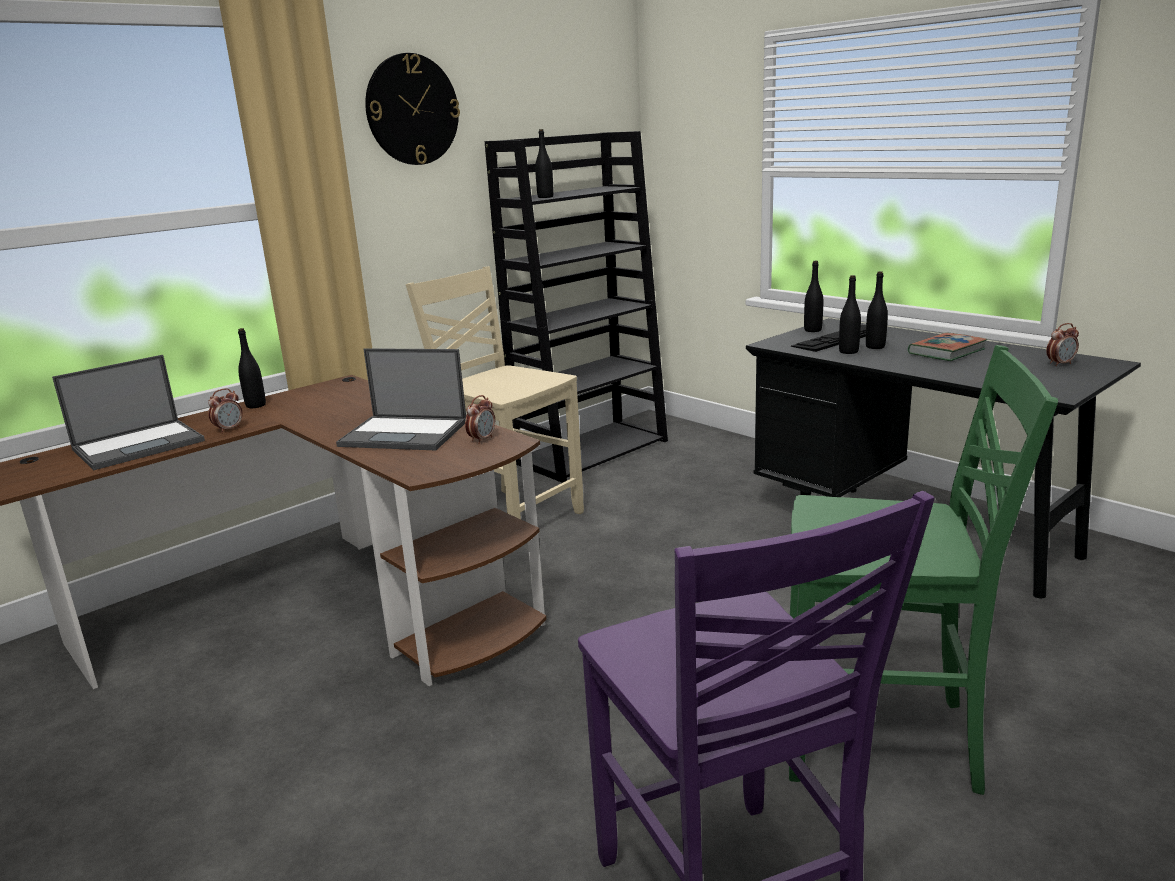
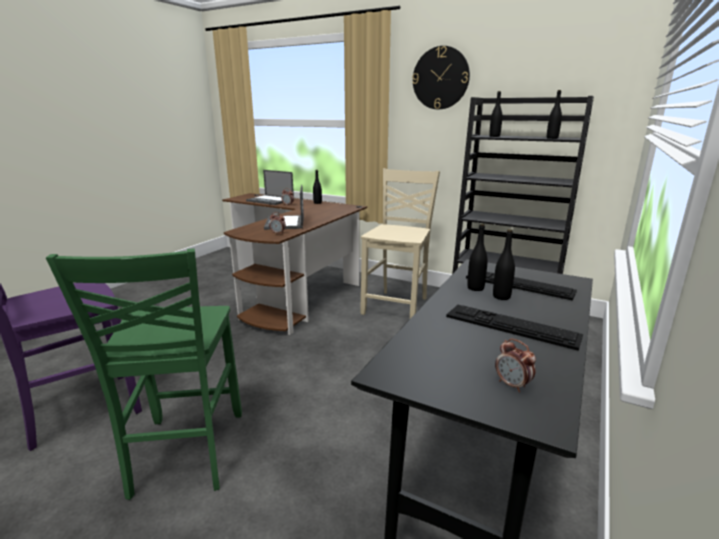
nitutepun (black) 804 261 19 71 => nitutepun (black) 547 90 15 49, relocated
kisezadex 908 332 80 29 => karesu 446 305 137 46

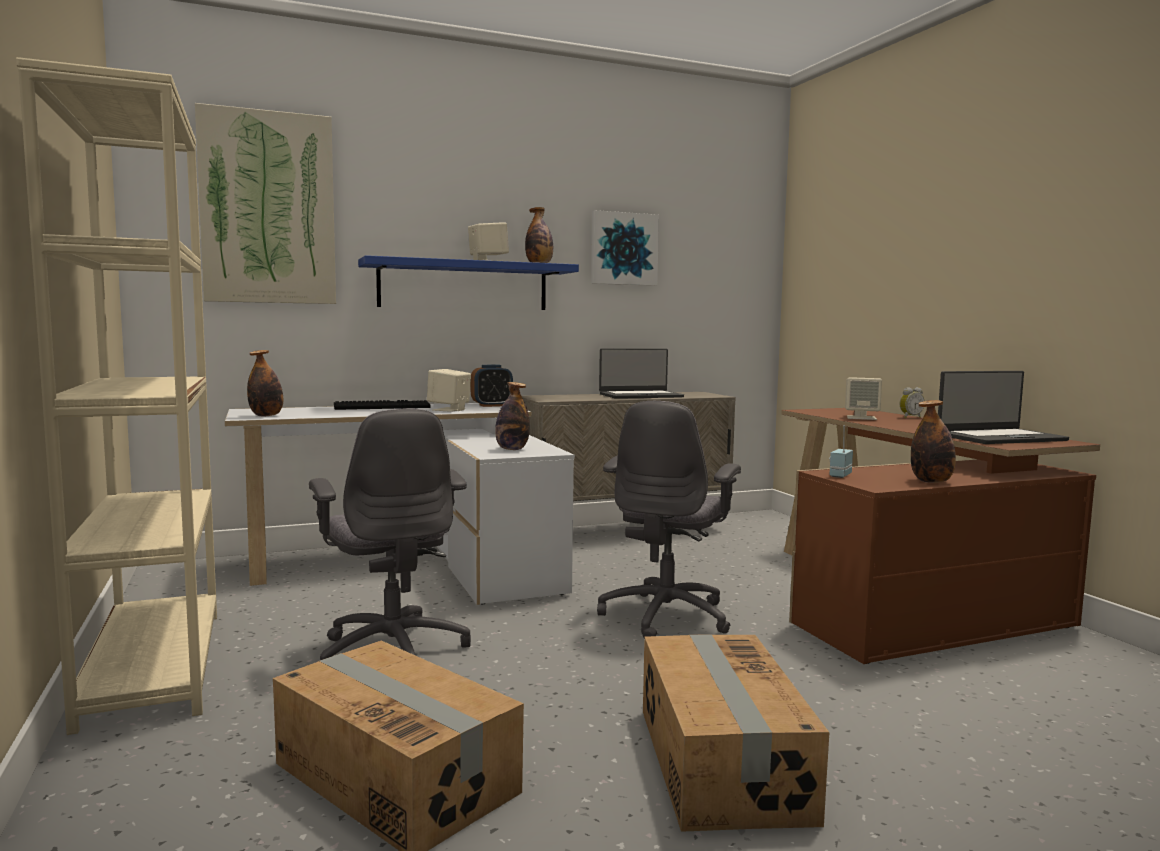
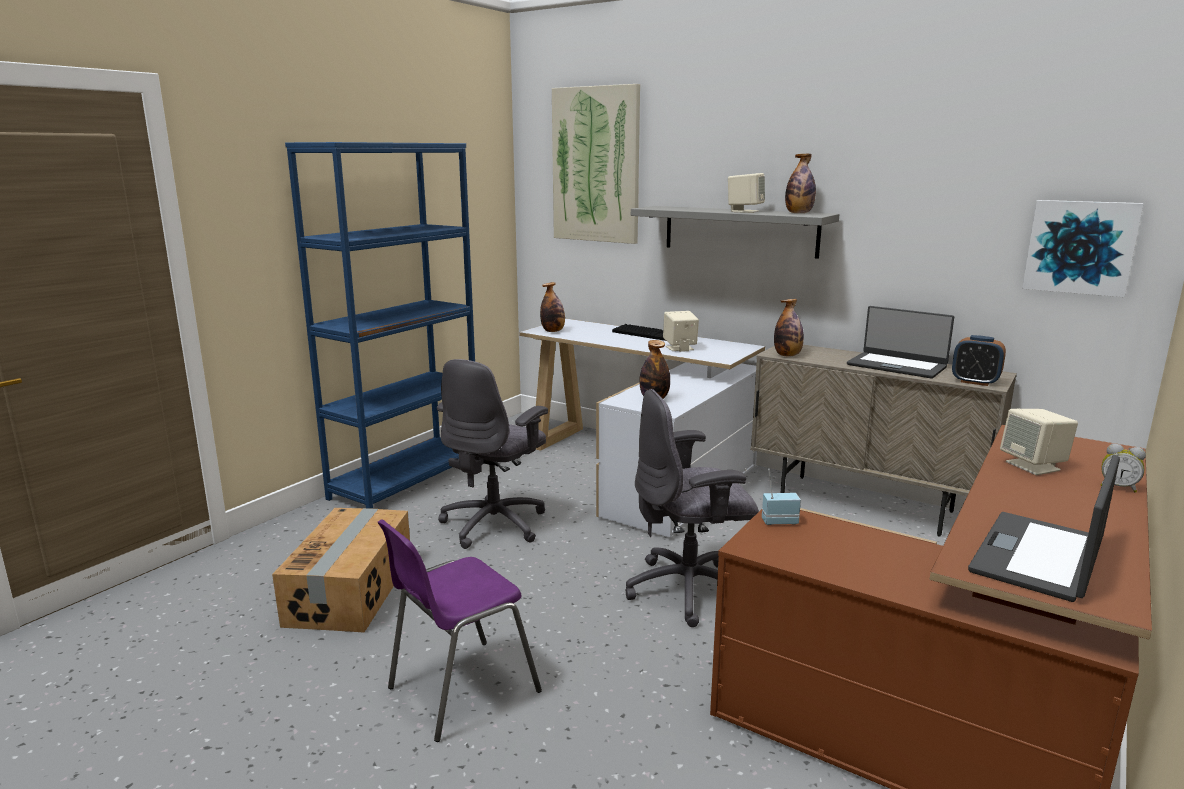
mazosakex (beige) 16 57 201 678 => mazosakex (blue) 285 142 190 367
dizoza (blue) 358 255 221 55 => dizoza (grey) 631 206 209 53
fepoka 471 365 42 42 => fepoka 952 335 54 51, relocated
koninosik 591 210 68 76 => koninosik 1022 200 122 97, relocated
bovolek 643 634 186 198 => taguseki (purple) 378 520 164 222
nitutepun 911 400 45 83 => nitutepun 774 299 30 57, relocated
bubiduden 938 371 131 73 => bubiduden 968 455 152 147, 90 degrees clockwise

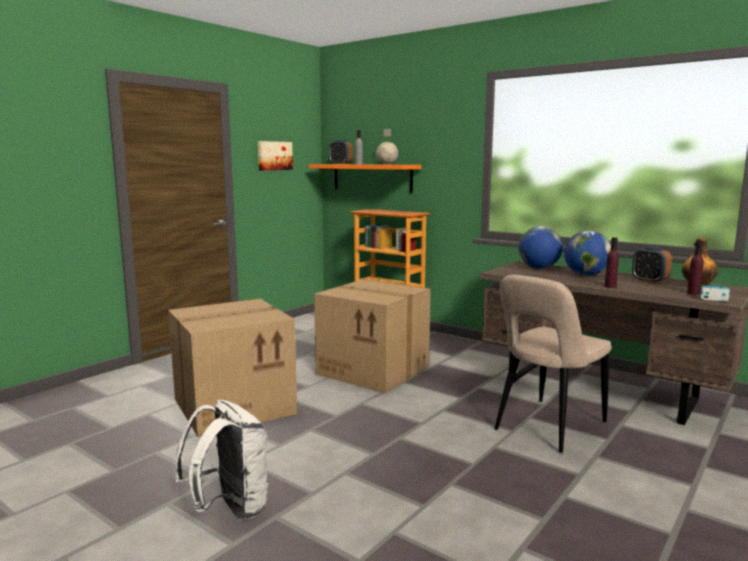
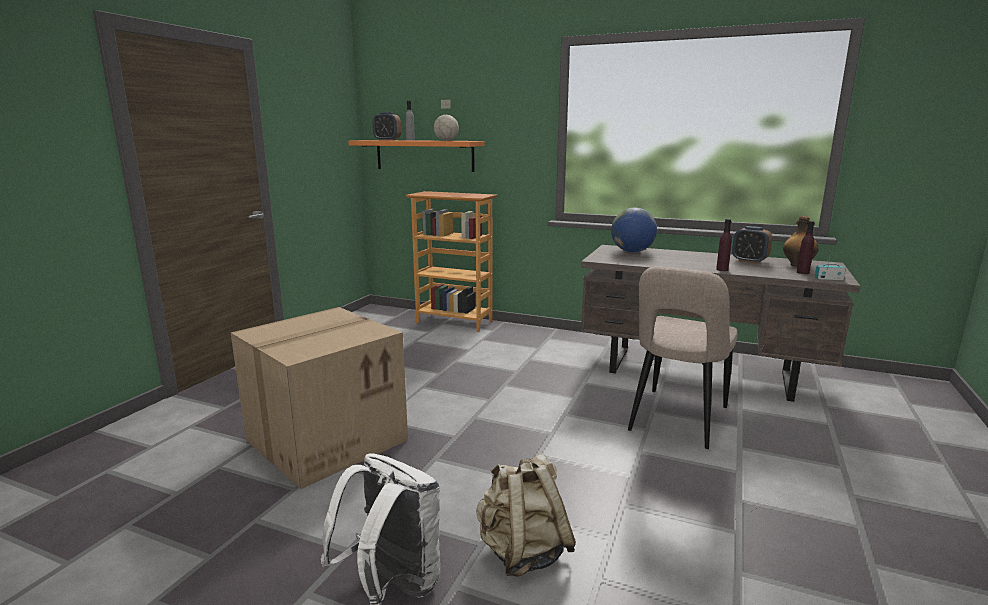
koninosik 258 141 35 29 => nothing
bovolek 314 279 117 114 => nothing
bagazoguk 564 230 47 46 => nothing
nothing => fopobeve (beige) 476 454 100 123

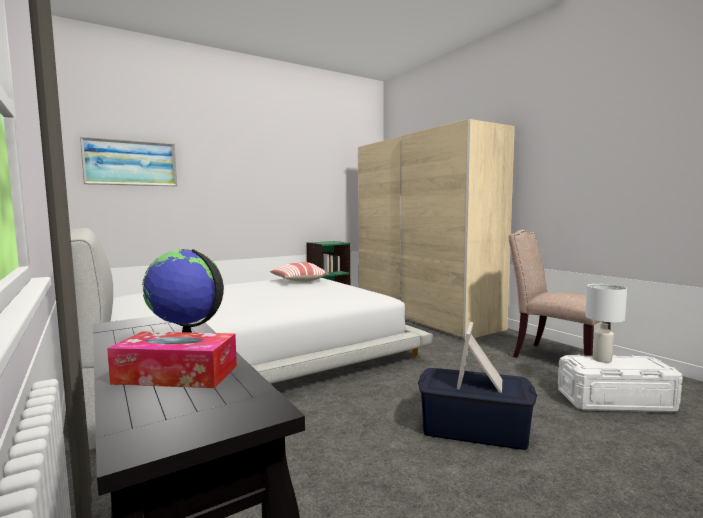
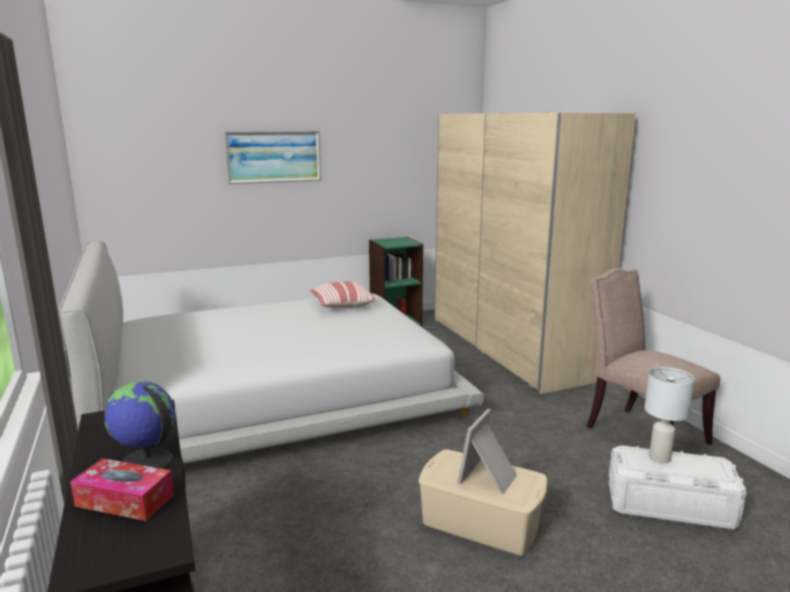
koninosik 80 136 97 50 => koninosik 224 131 97 53, relocated
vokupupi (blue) 418 368 119 82 => vokupupi (beige) 419 449 128 107

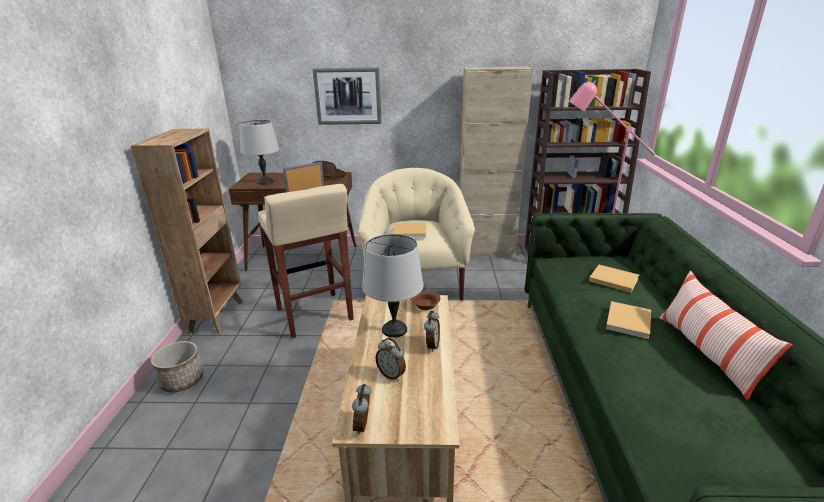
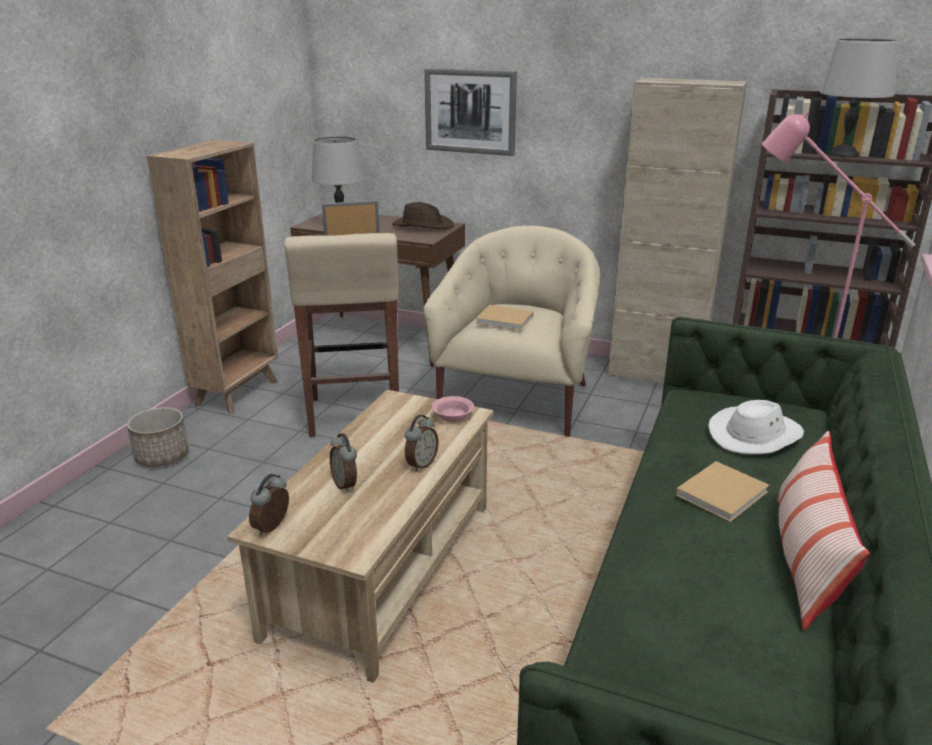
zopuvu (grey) 362 234 62 103 => zopuvu (grey) 820 38 79 119, relocated
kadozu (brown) 411 291 30 19 => kadozu (pink) 432 396 42 27
kisezadex (beige) 589 265 50 28 => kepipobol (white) 708 400 96 54

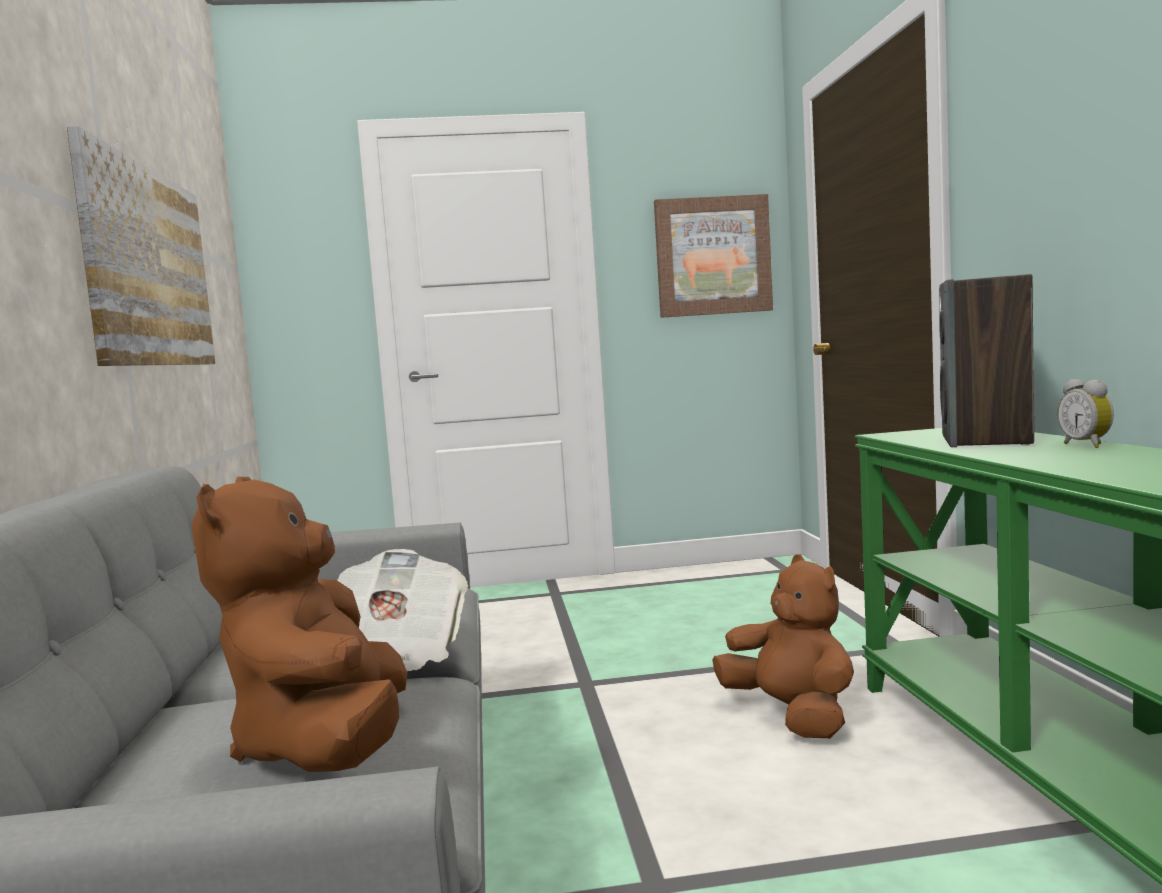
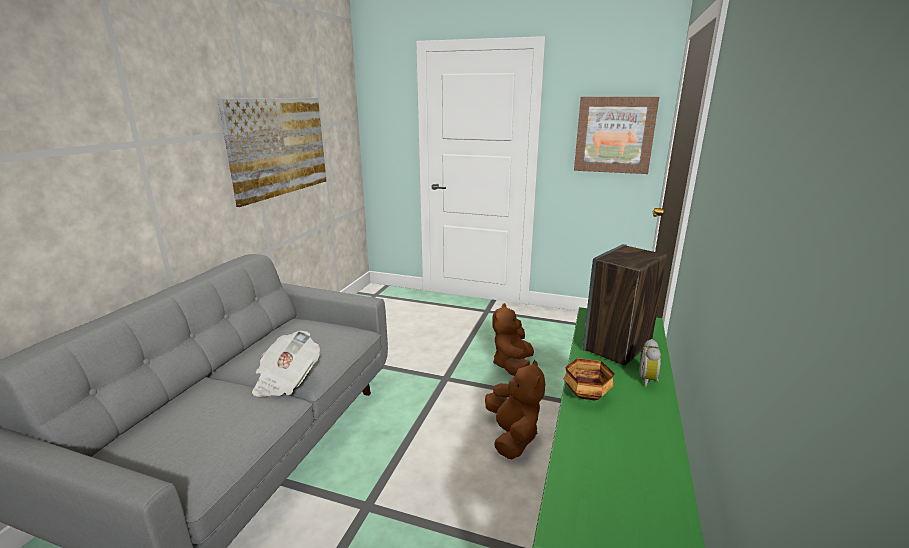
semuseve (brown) 191 477 217 295 => semuseve (brown) 493 303 41 73, relocated
nothing => kadozu 563 358 52 42

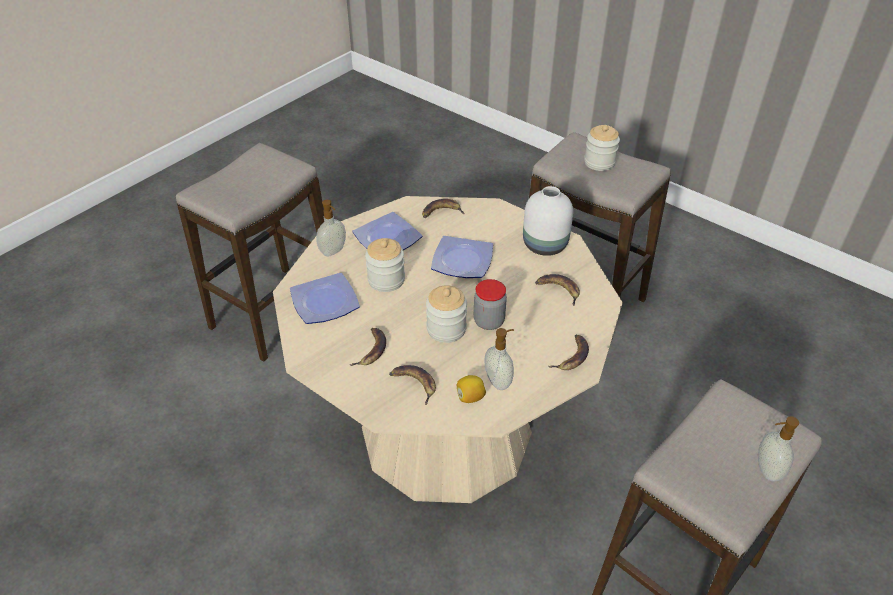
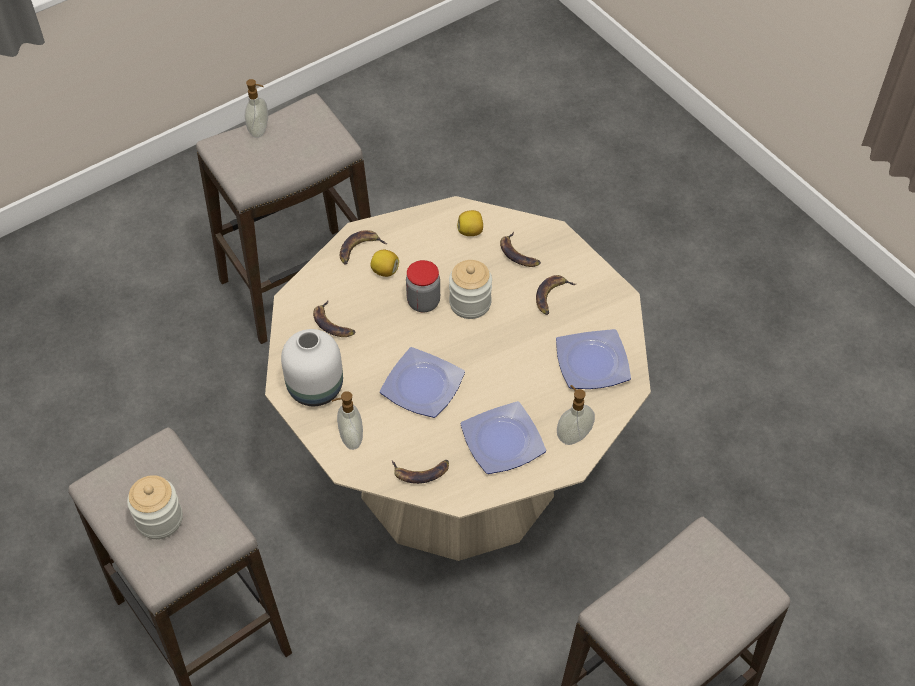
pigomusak 365 238 40 54 => nothing
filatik 484 328 30 62 => filatik 332 391 31 59, relocated
nothing => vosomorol 370 250 29 27

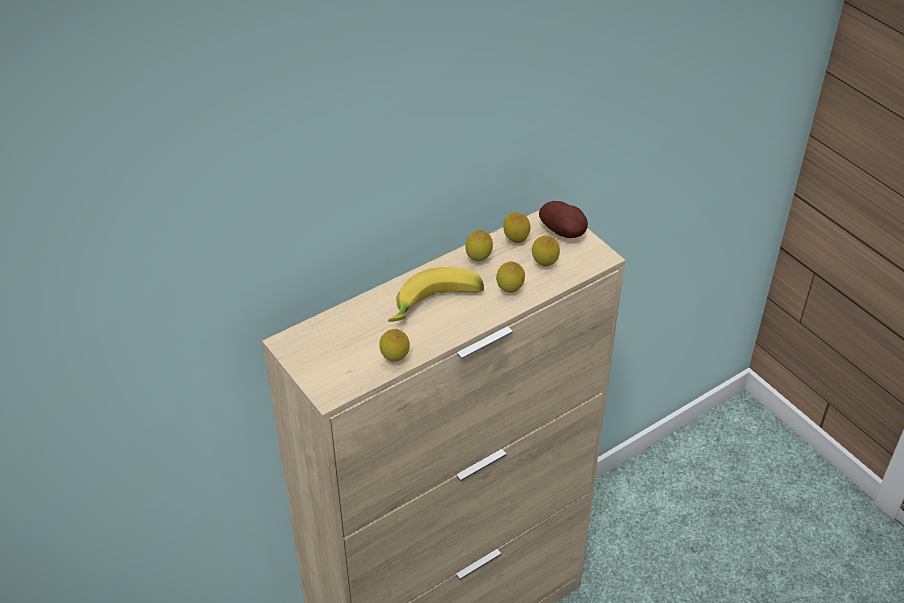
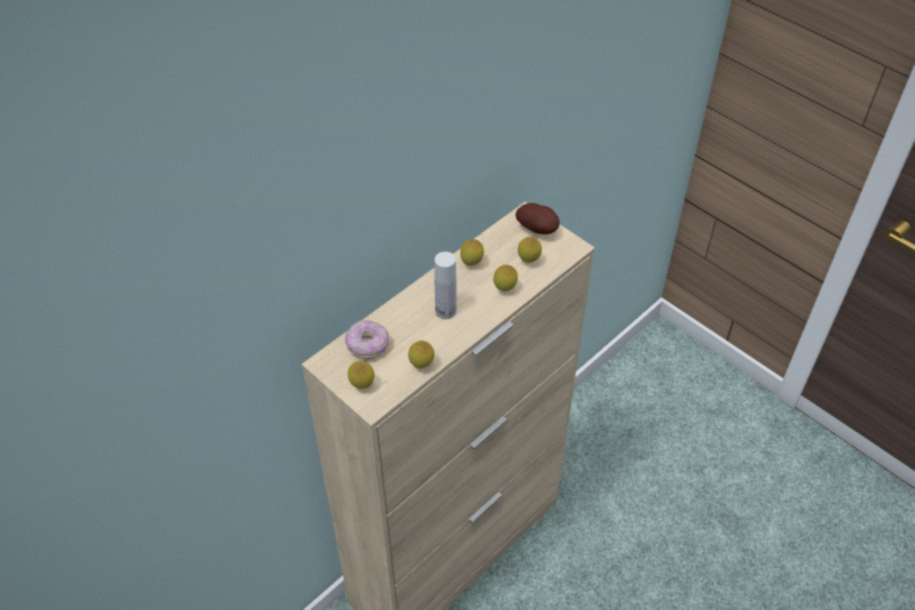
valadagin 388 267 96 55 => nitutepun (white) 434 252 22 67
vosomorol 503 212 27 31 => vosomorol 348 361 26 28, relocated
nothing => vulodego 345 320 44 39

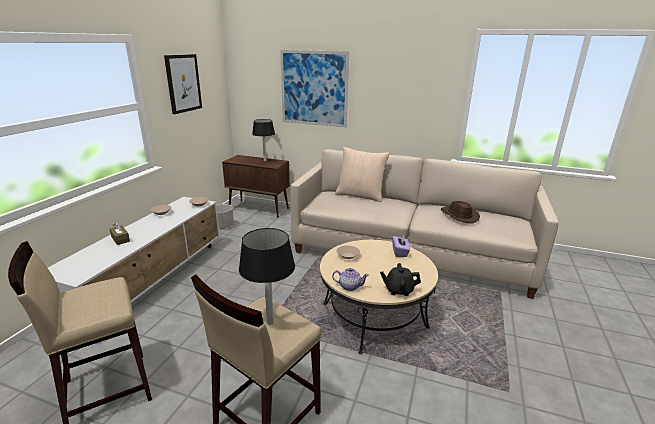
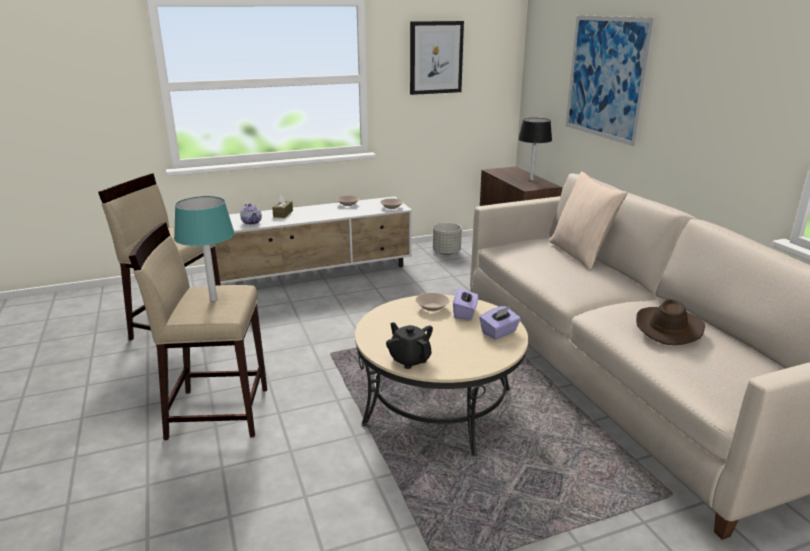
zopuvu (black) 239 228 56 96 => zopuvu (turquoise) 174 196 61 106
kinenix 332 268 37 23 => kinenix 240 203 22 22, relocated
nothing => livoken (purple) 453 289 25 31

